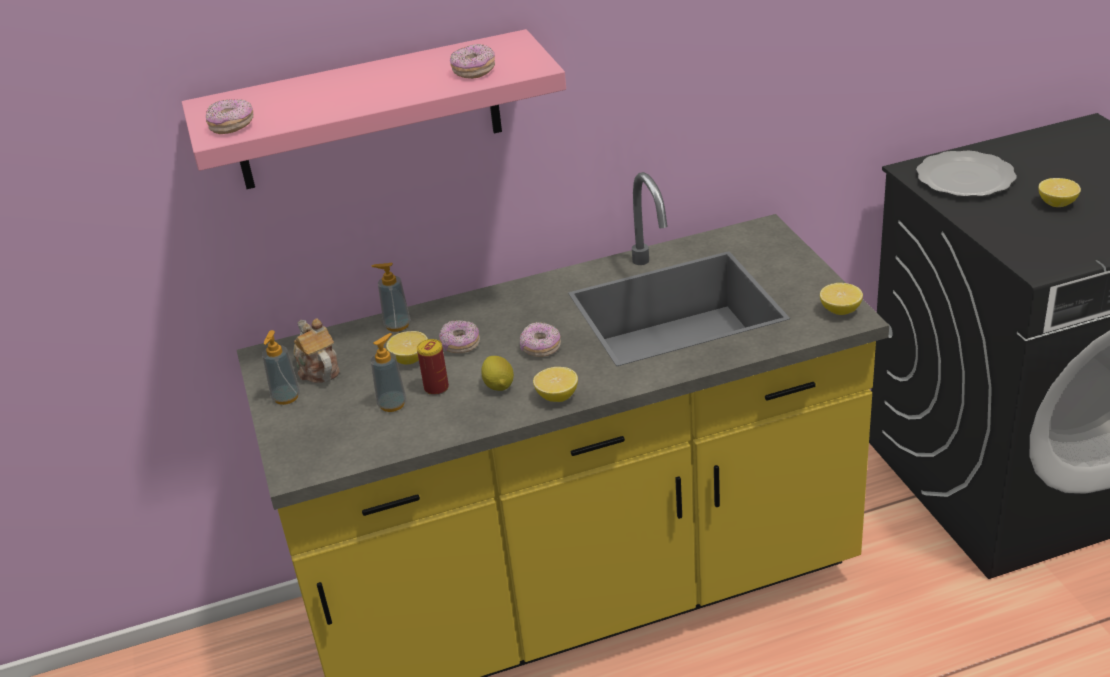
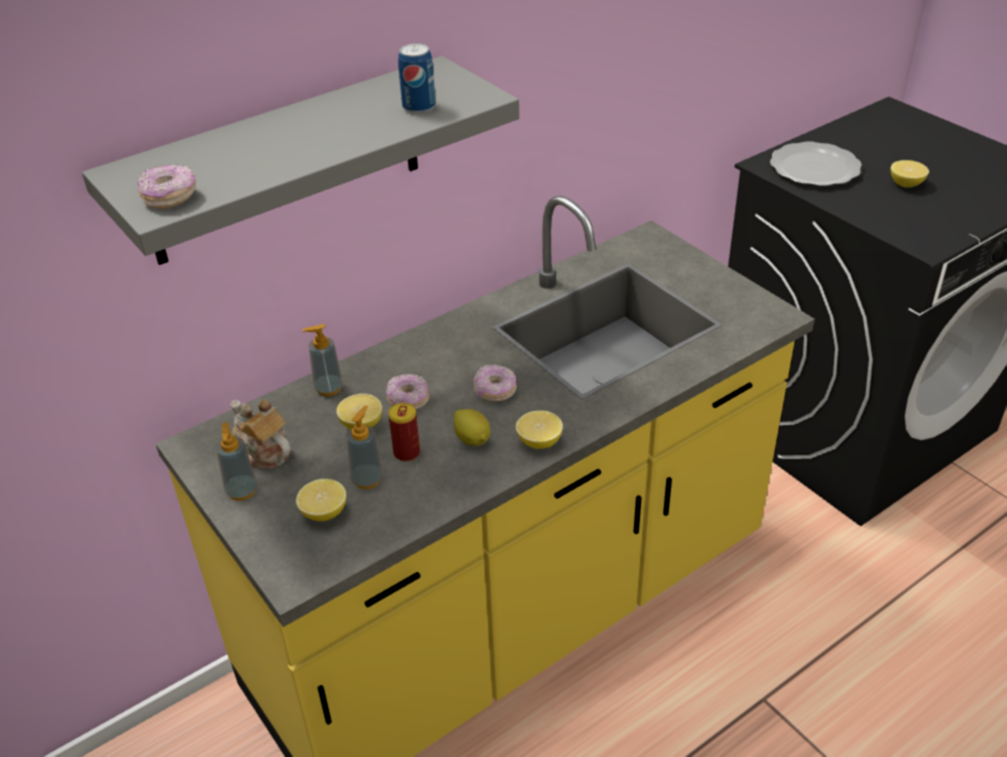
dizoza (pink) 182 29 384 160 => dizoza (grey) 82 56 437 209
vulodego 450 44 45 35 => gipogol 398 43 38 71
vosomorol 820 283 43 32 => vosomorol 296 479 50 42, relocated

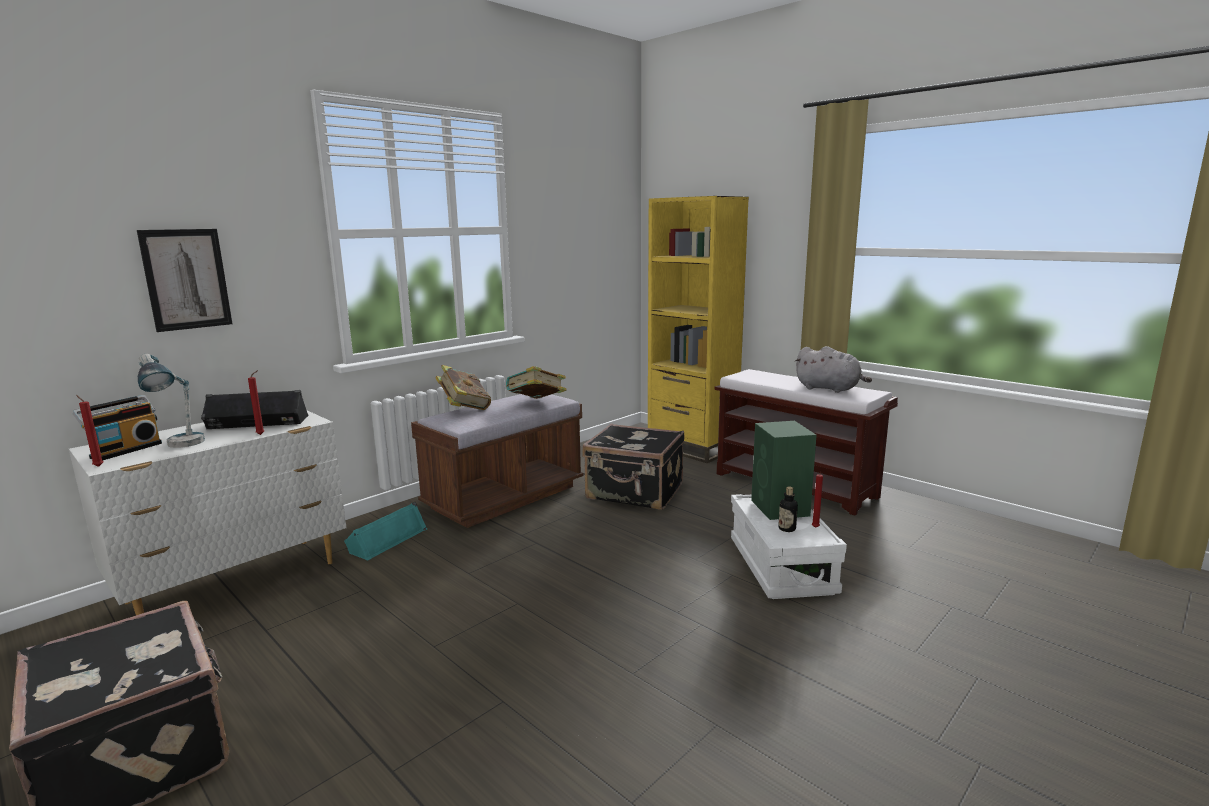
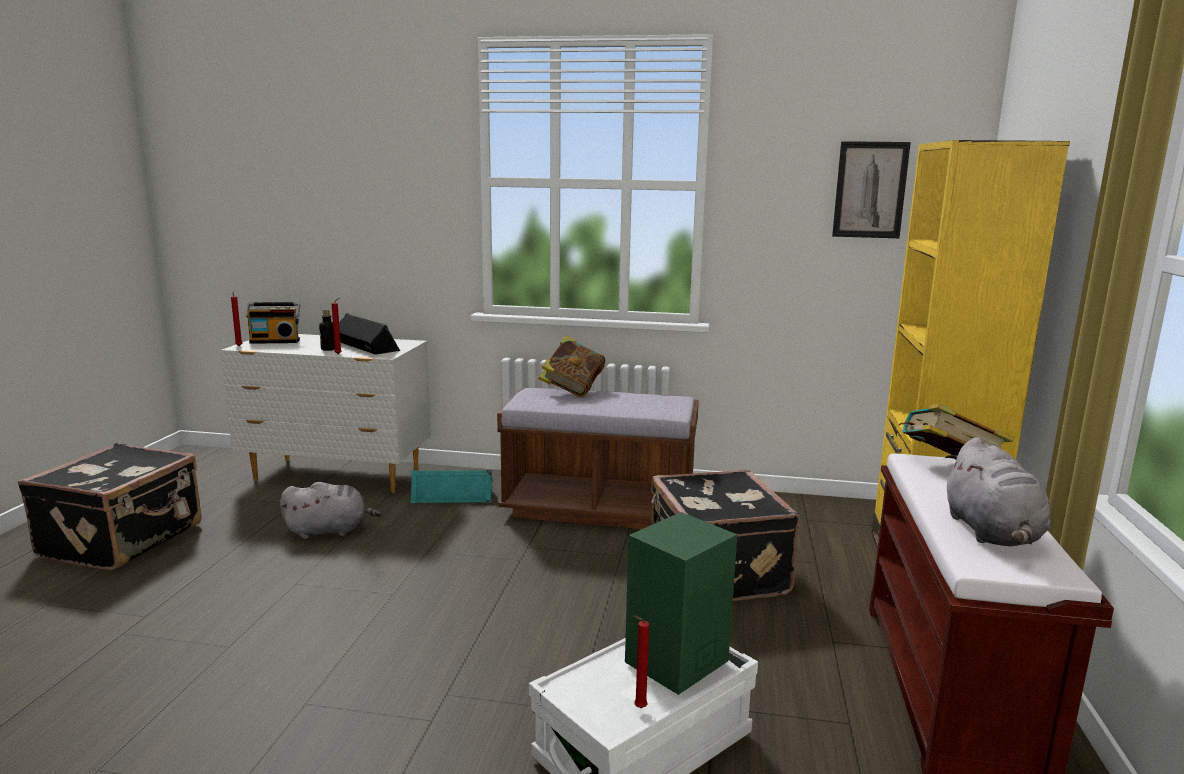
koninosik 137 229 95 103 => koninosik 832 141 79 97, relocated
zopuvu 138 354 67 94 => nothing
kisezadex 506 366 61 33 => kisezadex 899 404 115 52, relocated
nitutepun 778 487 20 45 => nitutepun 319 309 16 42, relocated
nothing => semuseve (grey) 280 482 102 57

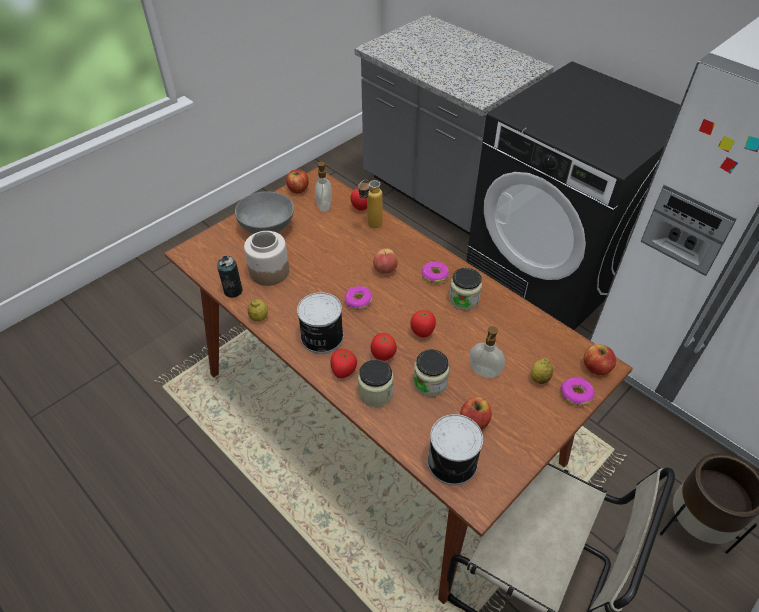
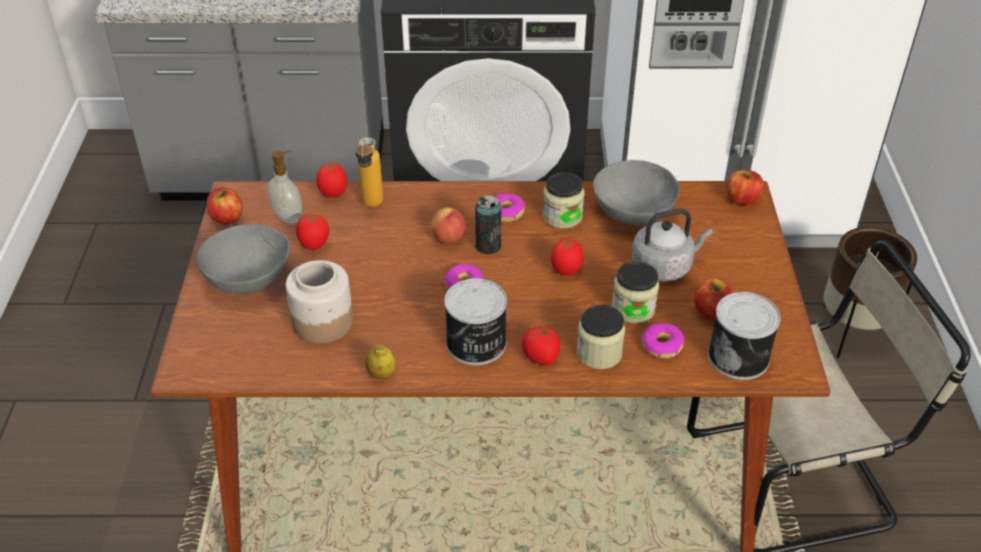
gipogol 217 256 26 42 => gipogol 475 195 26 59, relocated
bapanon 371 333 26 28 => bapanon 296 214 33 36, relocated
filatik 469 326 36 52 => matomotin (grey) 632 209 81 72
vosomorol 531 358 22 26 => nothing
vulodego 561 377 34 29 => vulodego 642 323 43 35, relocated
nothing => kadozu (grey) 593 160 87 65

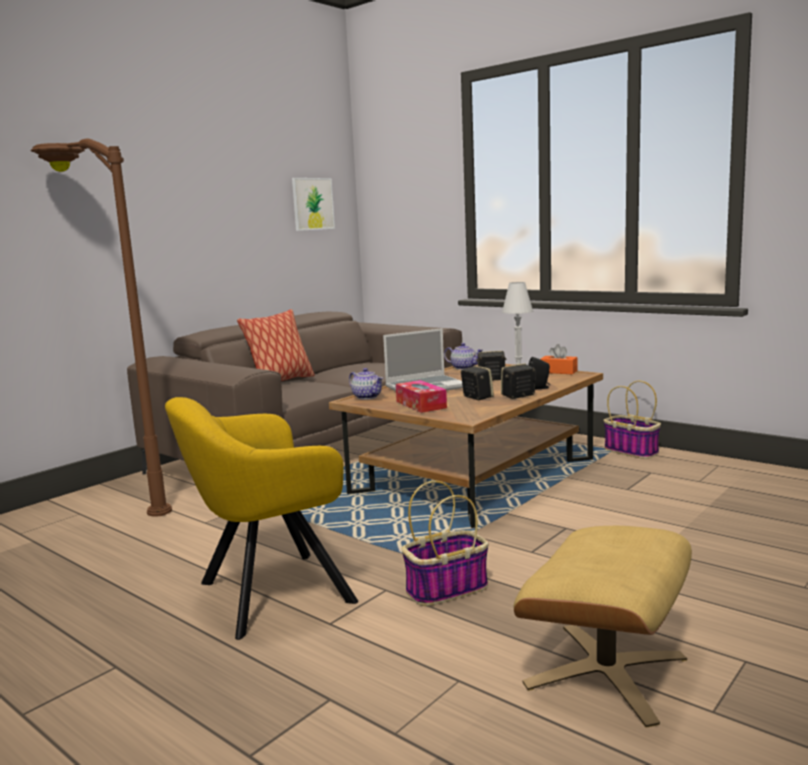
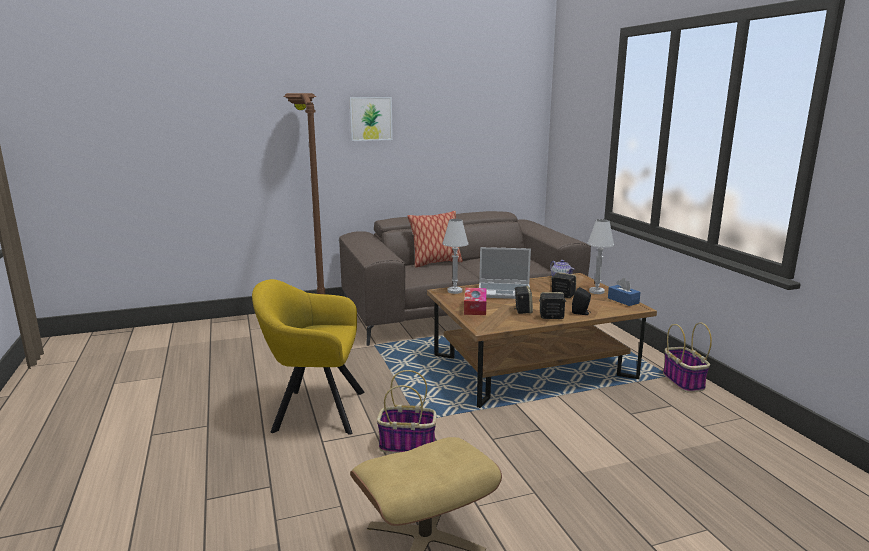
koninosik 292 178 43 53 => koninosik 349 97 44 44, relocated
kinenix 349 368 34 32 => zopuvu (white) 442 219 26 75
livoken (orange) 540 344 37 30 => livoken (blue) 608 278 33 28

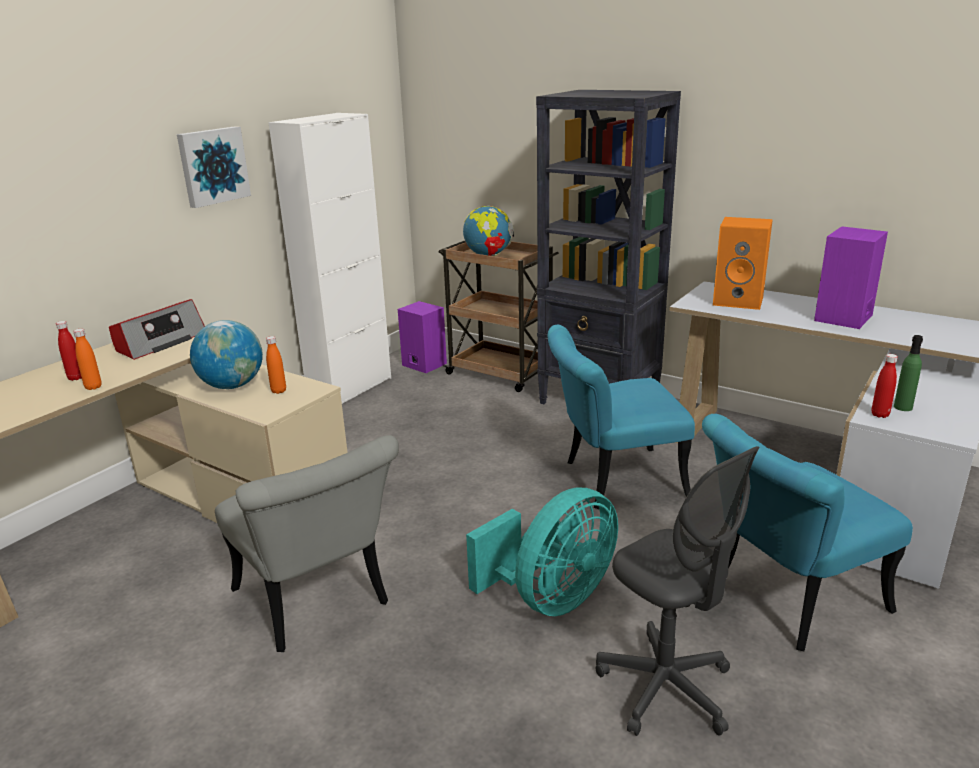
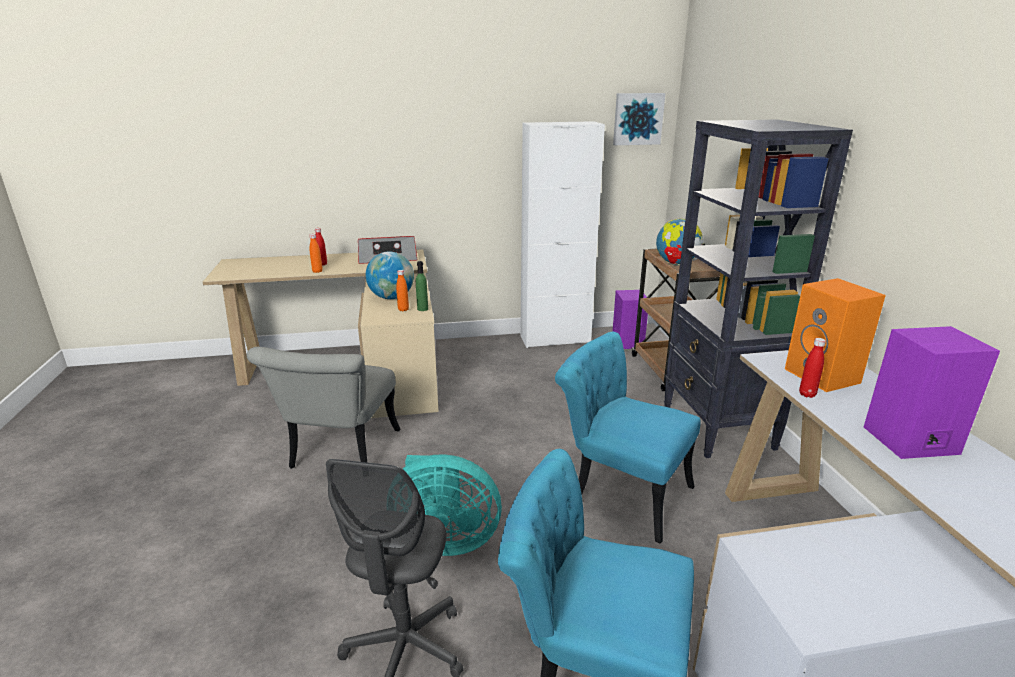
koninosik 177 126 74 82 => koninosik 613 93 52 52, relocated
nitutepun (red) 871 354 27 64 => nitutepun (red) 799 338 27 60, relocated
nitutepun (green) 894 335 29 76 => nitutepun (green) 416 261 12 50, relocated

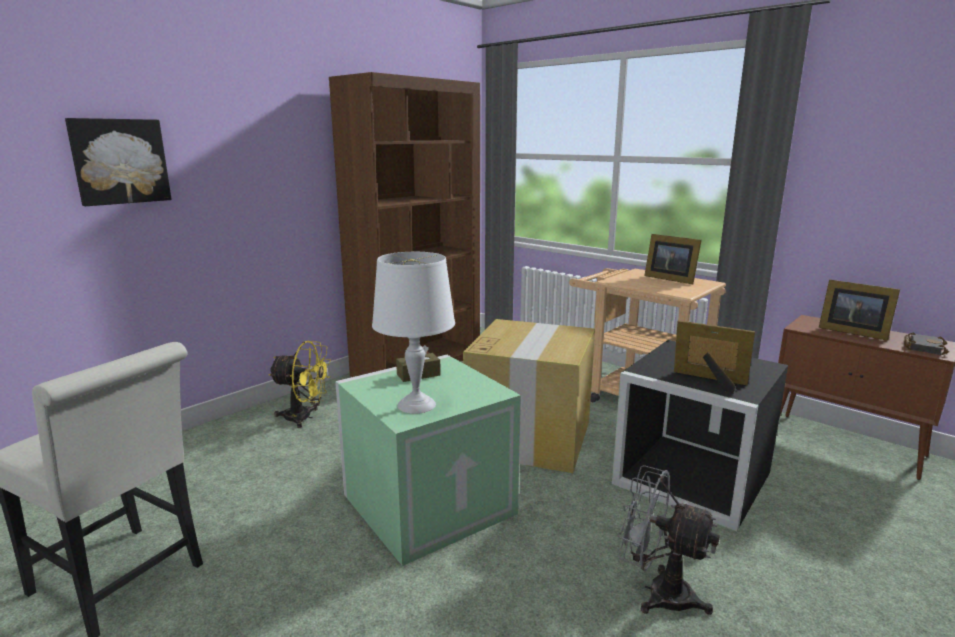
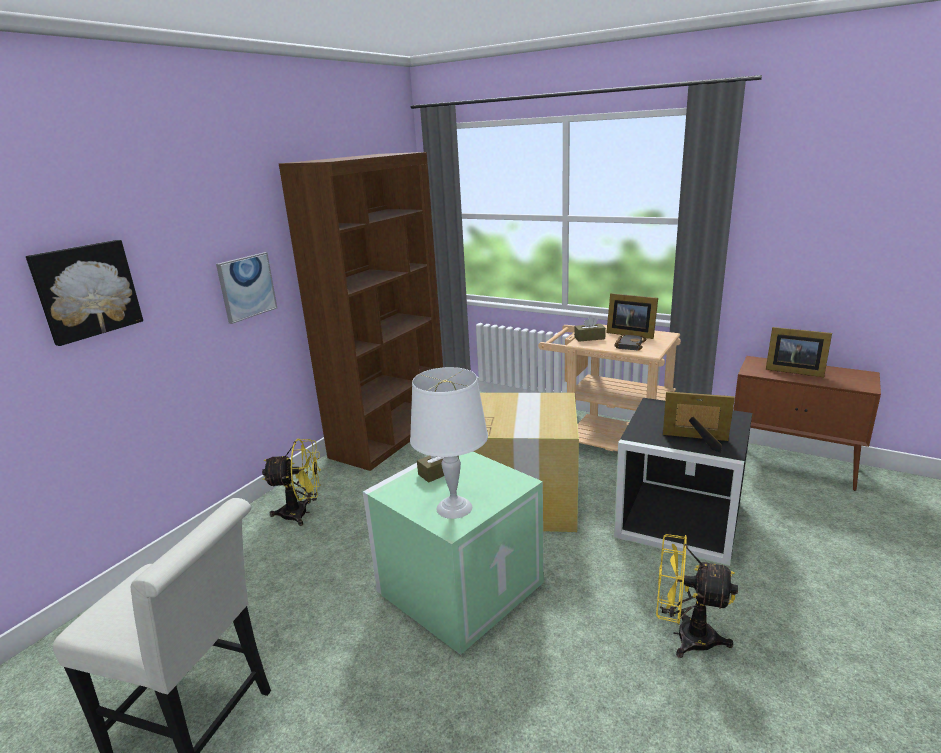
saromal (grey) 617 465 103 150 => saromal (yellow) 656 534 82 124
kisezadex (black) 904 332 44 23 => kisezadex (black) 614 334 32 17, relocated
nothing => koninosik 216 252 61 72
nothing => livoken (brown) 574 316 32 26

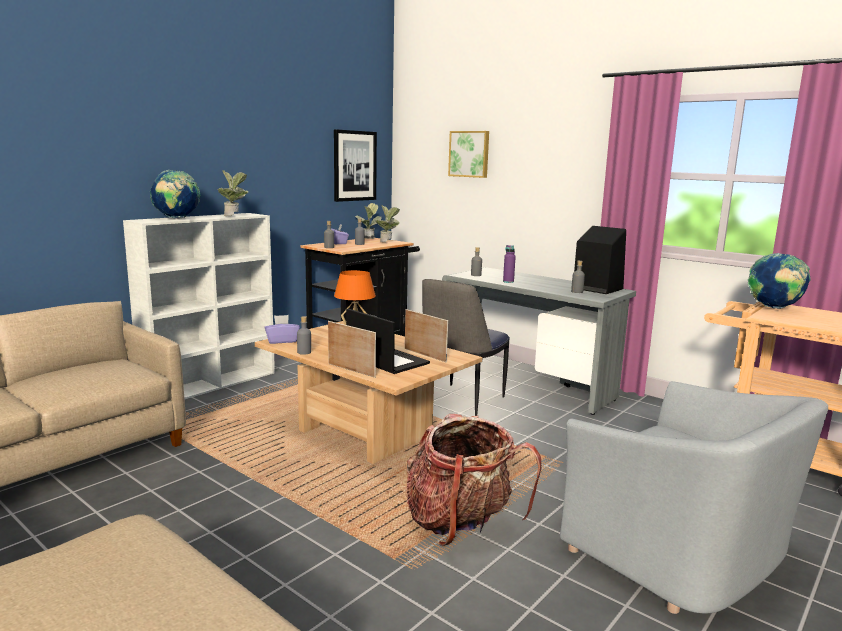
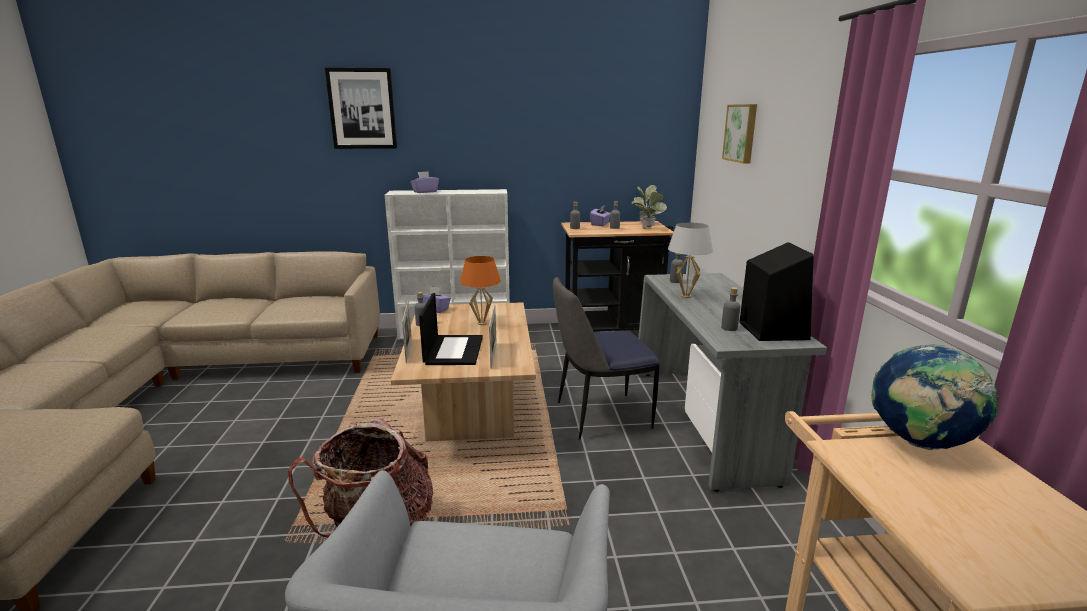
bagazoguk 150 170 50 49 => livoken (purple) 410 171 29 22
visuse 218 170 30 46 => nothing
koninosik 334 129 43 73 => koninosik 325 68 72 81, relocated
nitutepun (purple) 503 245 13 38 => zopuvu (white) 668 222 45 76

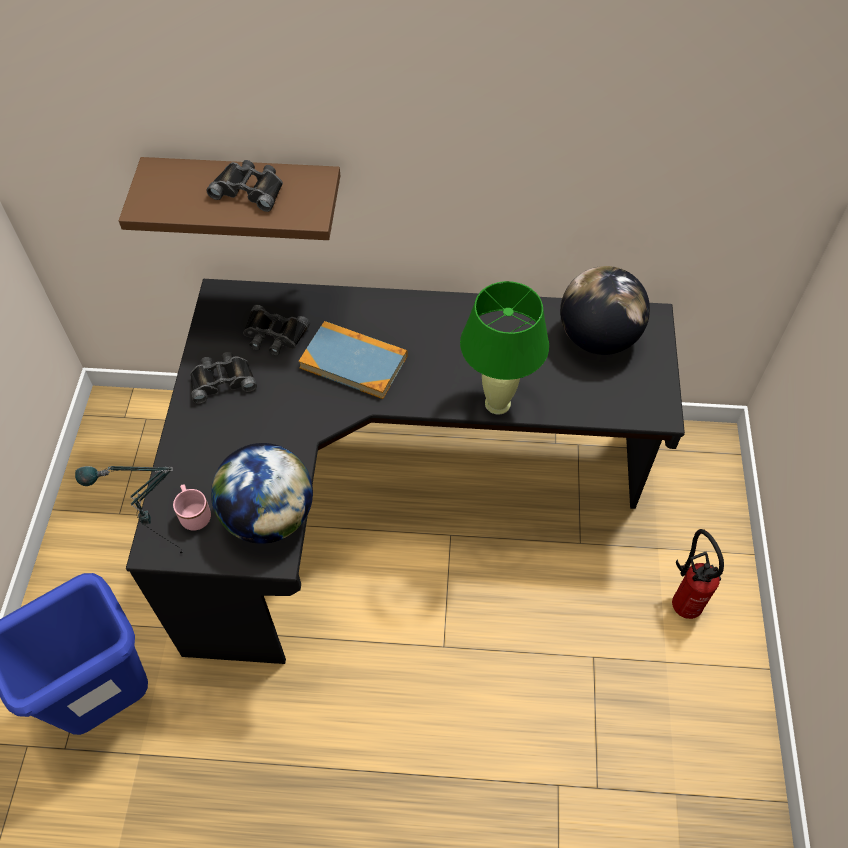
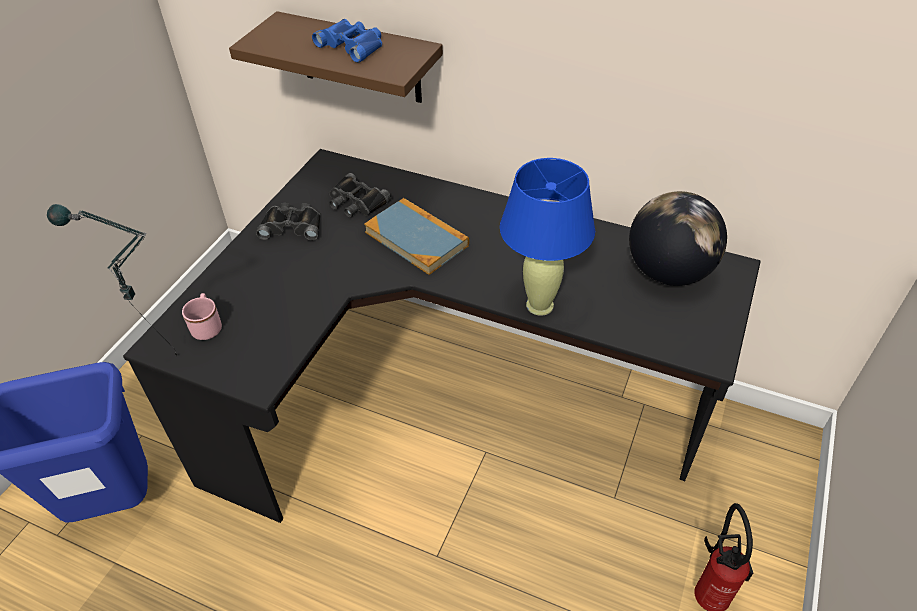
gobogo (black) 206 160 77 52 => gobogo (blue) 312 19 70 44
bagazoguk 211 443 102 101 => nothing
zopuvu (green) 460 281 89 134 => zopuvu (blue) 500 158 95 158

